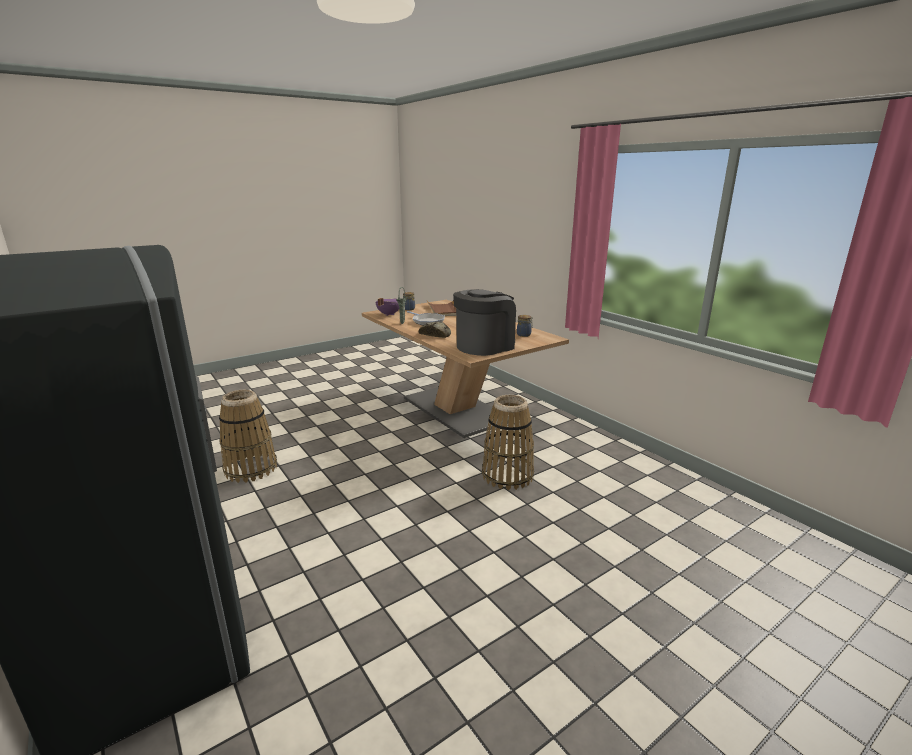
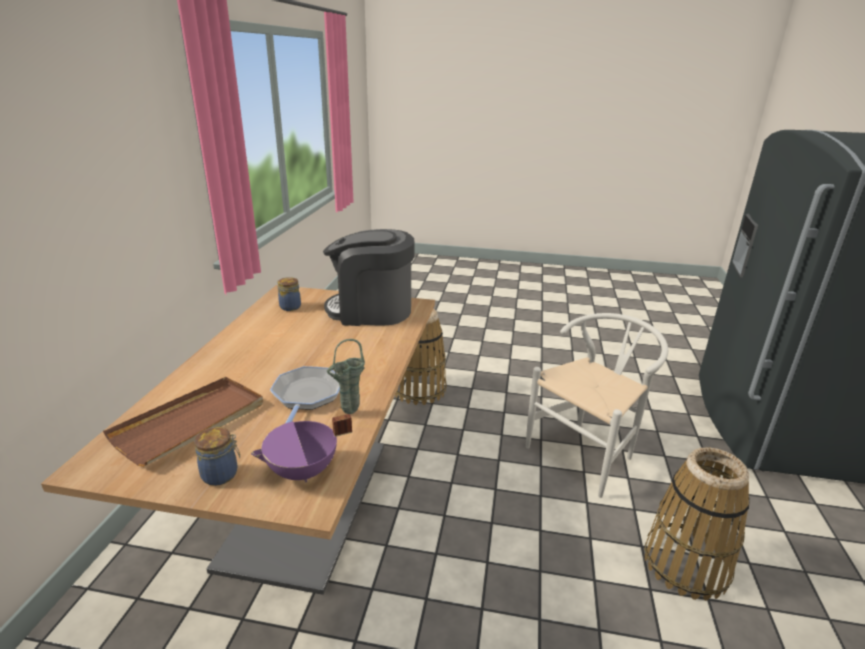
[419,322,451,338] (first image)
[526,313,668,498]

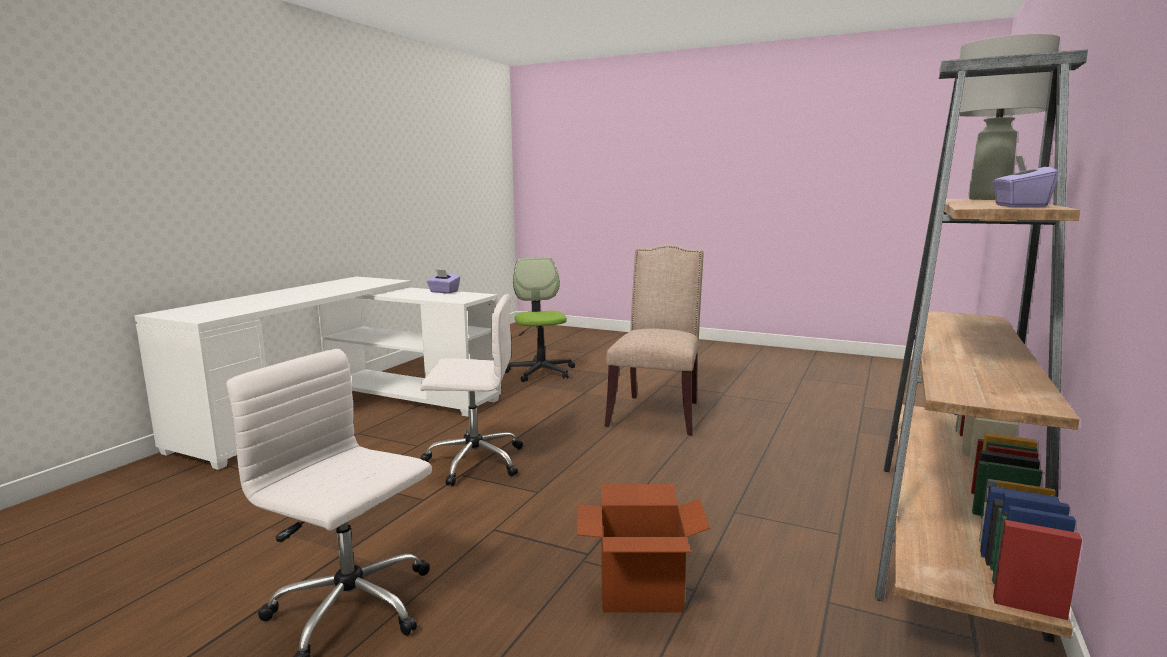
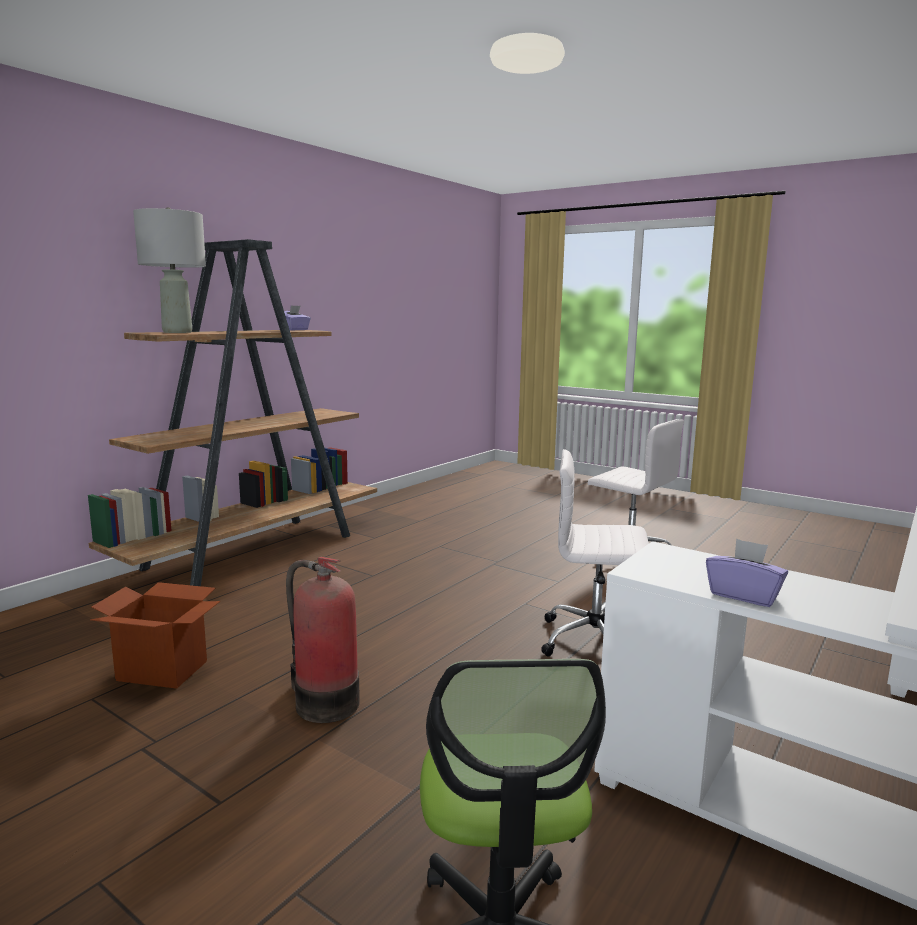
[286,557,360,723]
[90,582,220,689]

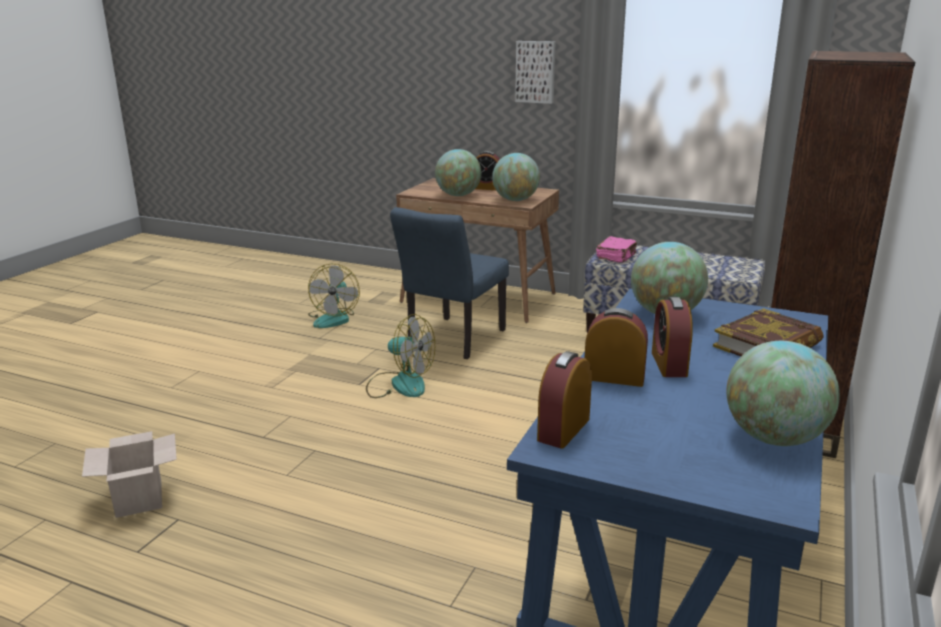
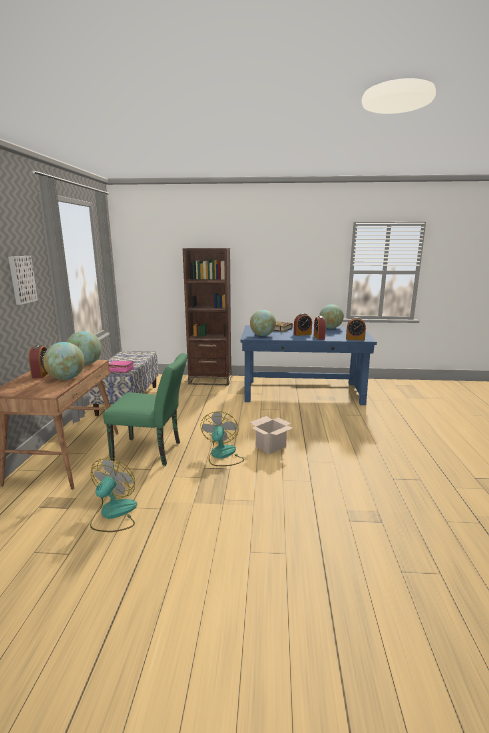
[103,353,187,466]
[90,458,137,532]
[249,416,293,454]

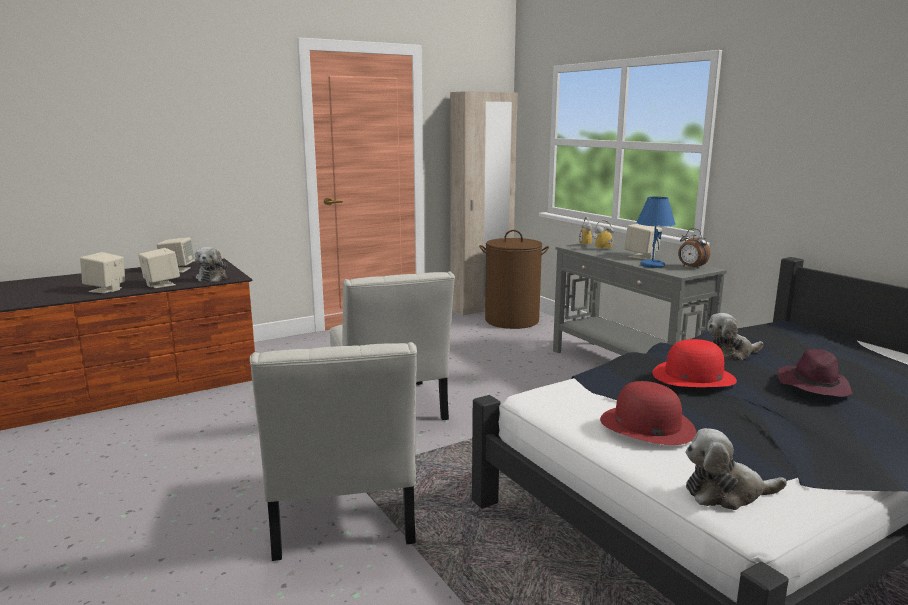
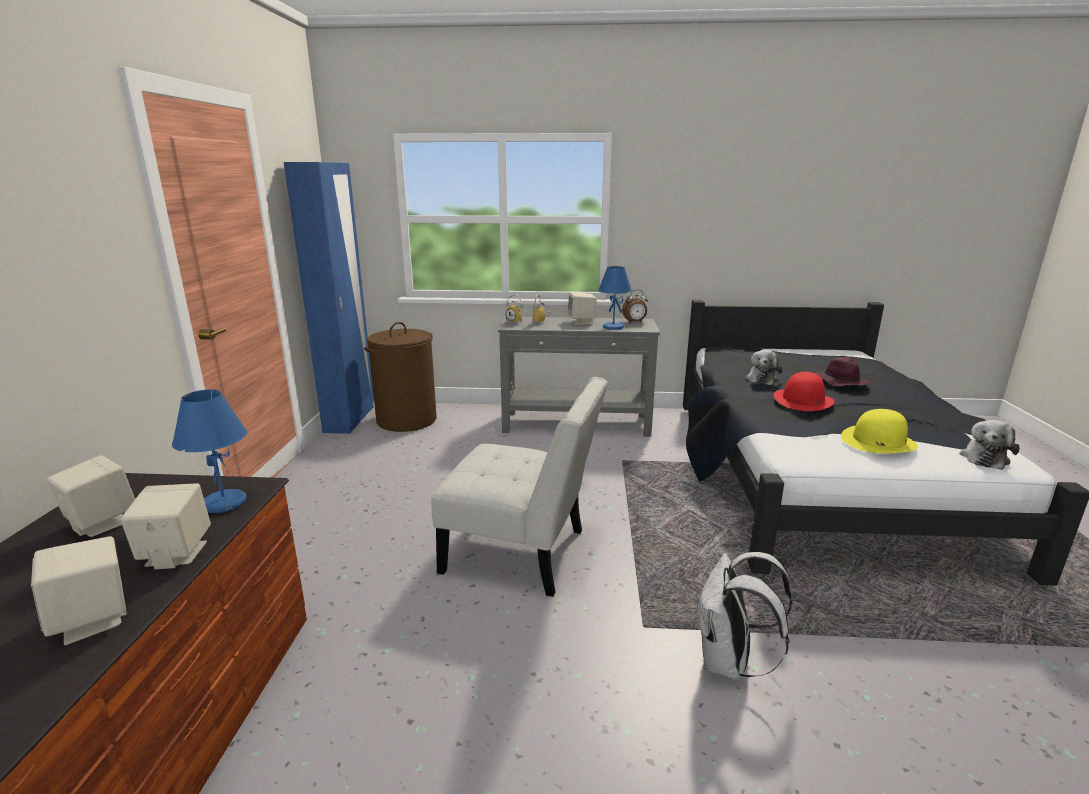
[284,162,374,434]
[172,390,247,513]
[696,552,792,680]
[841,409,918,453]

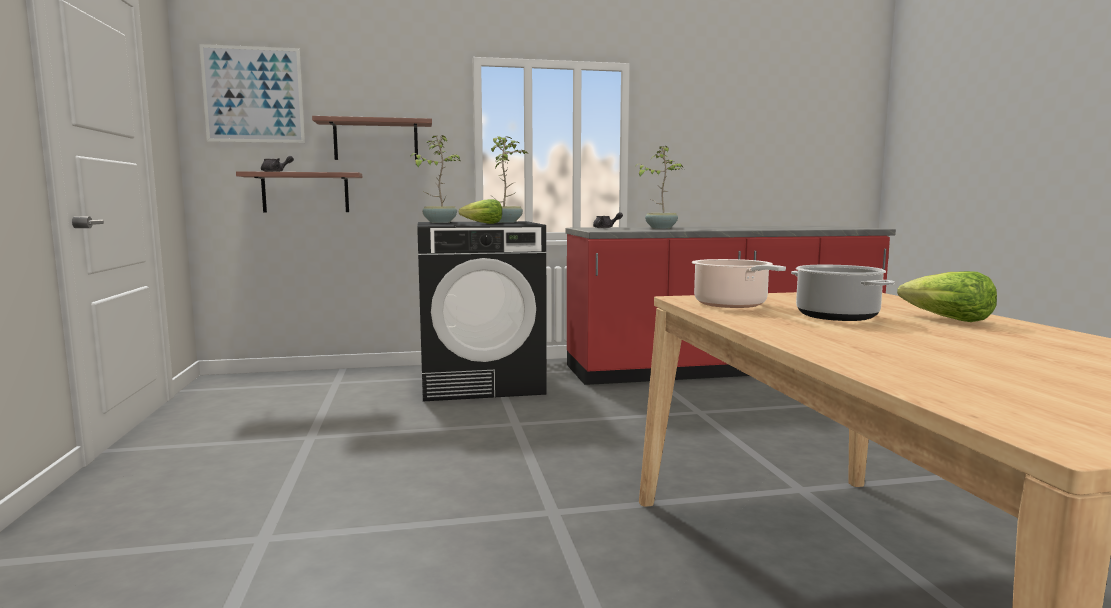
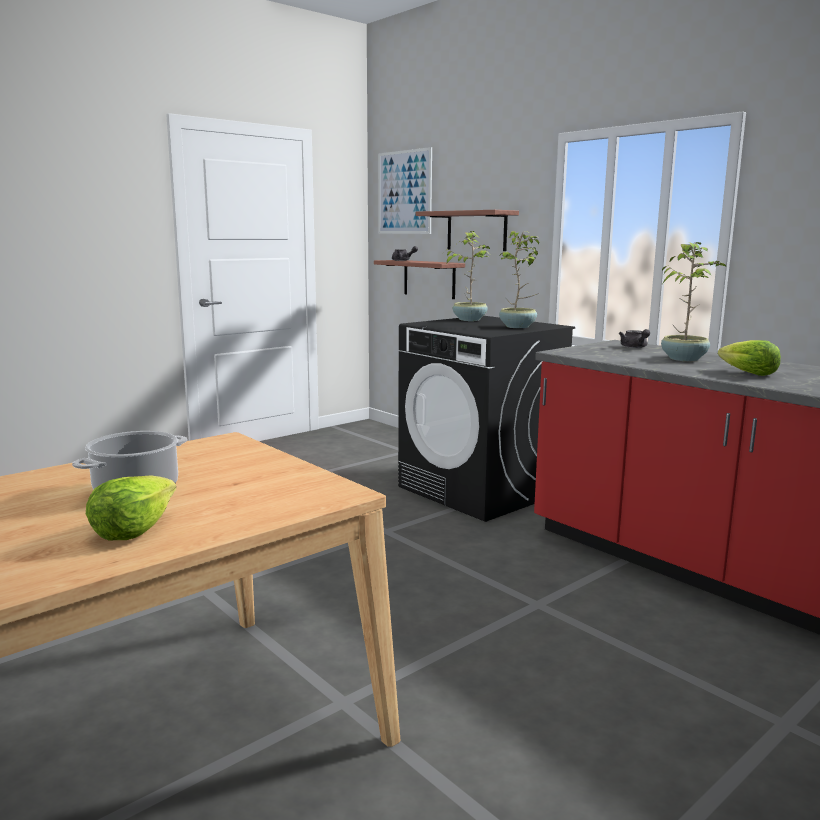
[718,340,781,376]
[692,259,786,308] (first image)

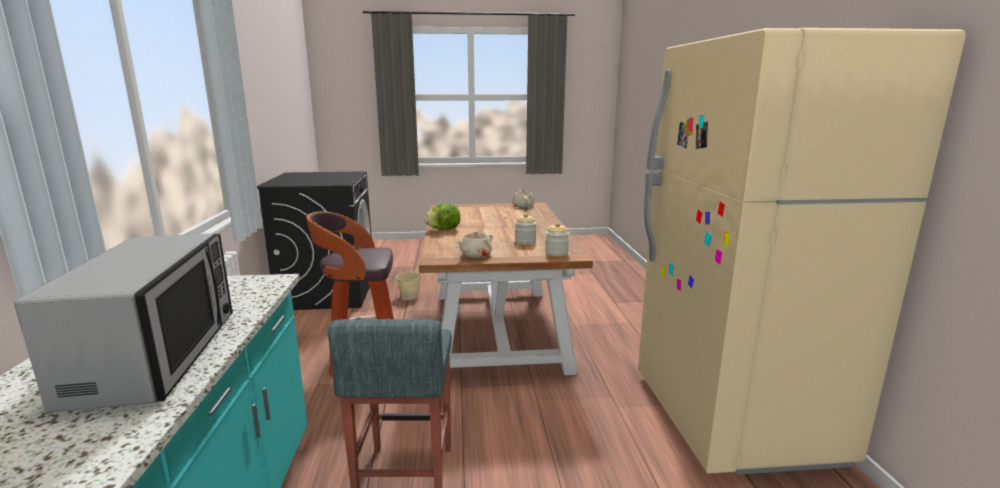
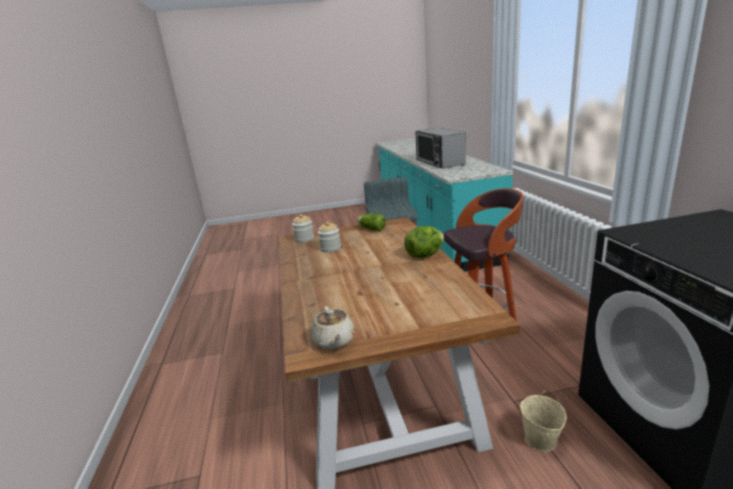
[638,28,966,475] (first image)
[357,213,386,231]

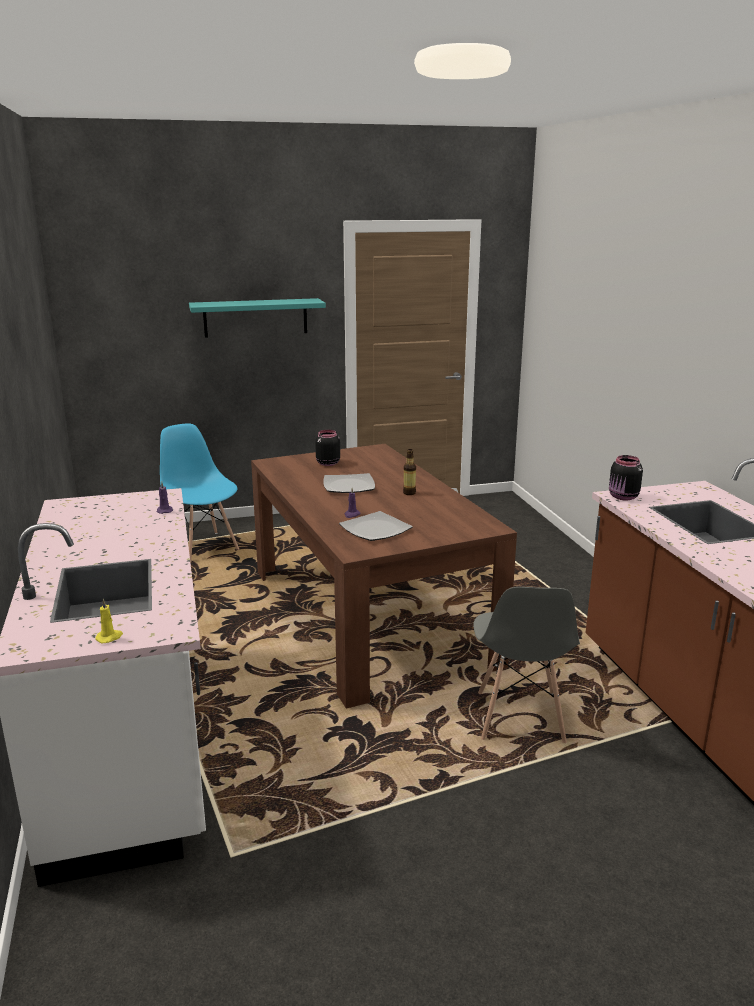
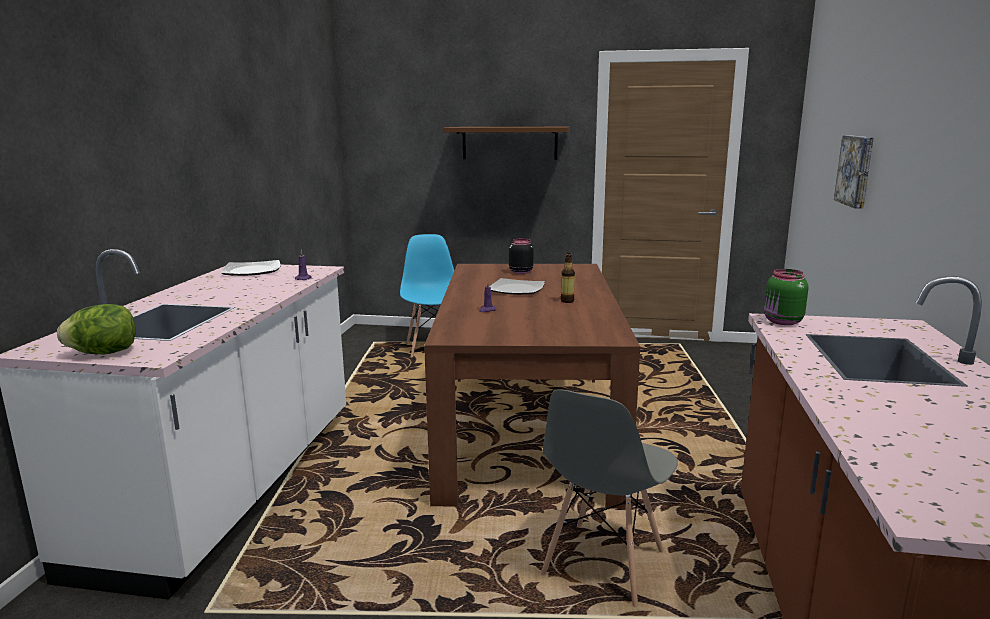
[443,127,570,160]
[764,269,809,325]
[222,260,280,276]
[57,304,136,355]
[834,135,874,209]

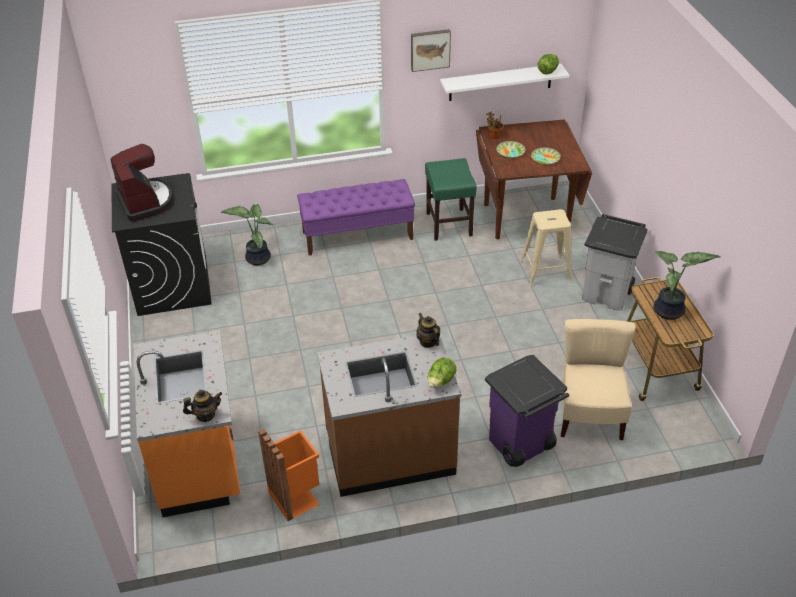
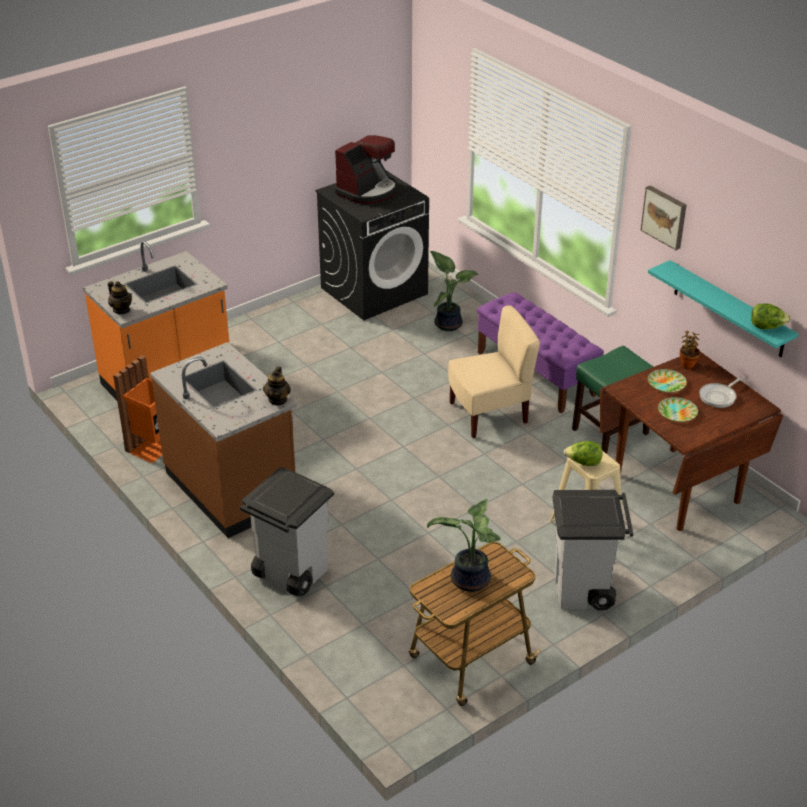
[648,260,798,357]
[263,366,291,405]
[448,305,540,438]
[239,467,334,597]
[564,441,603,466]
[699,377,742,408]

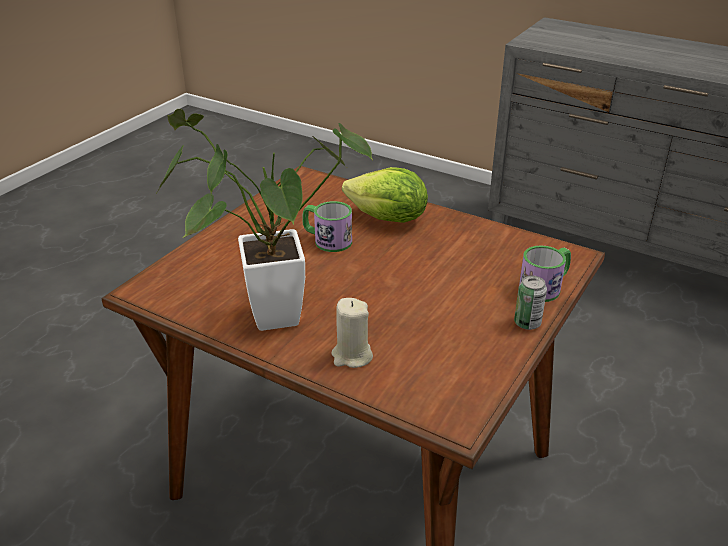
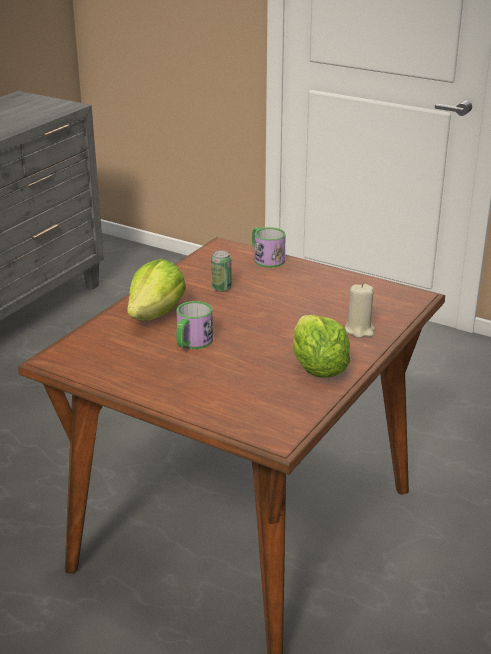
[292,315,351,378]
[211,250,232,292]

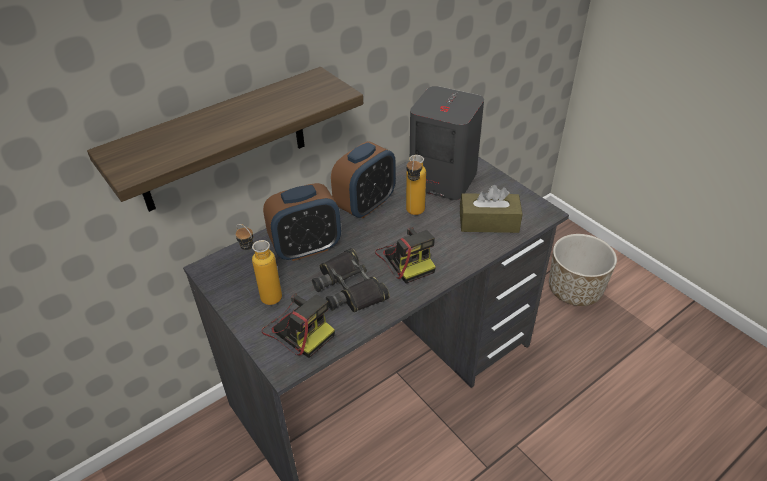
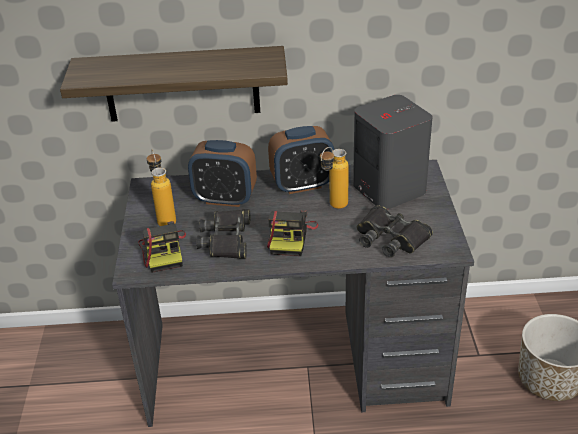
[357,205,433,258]

